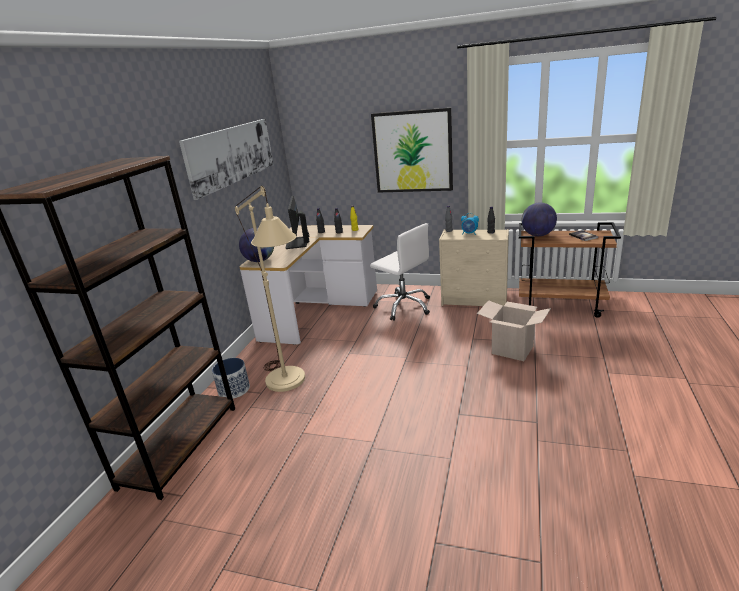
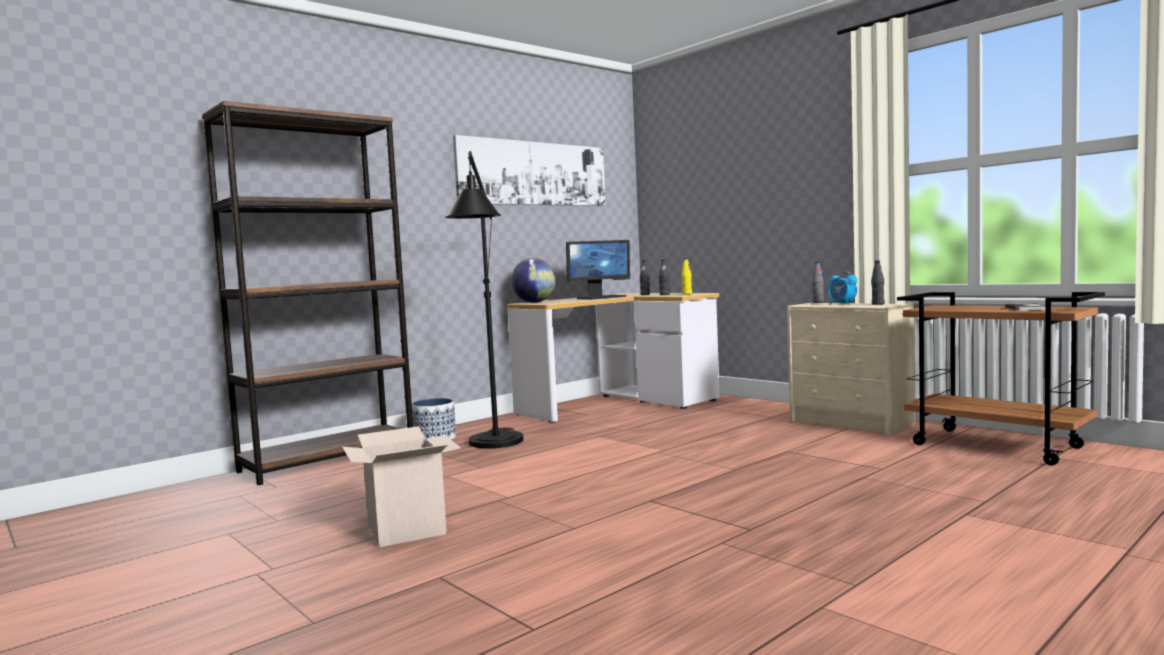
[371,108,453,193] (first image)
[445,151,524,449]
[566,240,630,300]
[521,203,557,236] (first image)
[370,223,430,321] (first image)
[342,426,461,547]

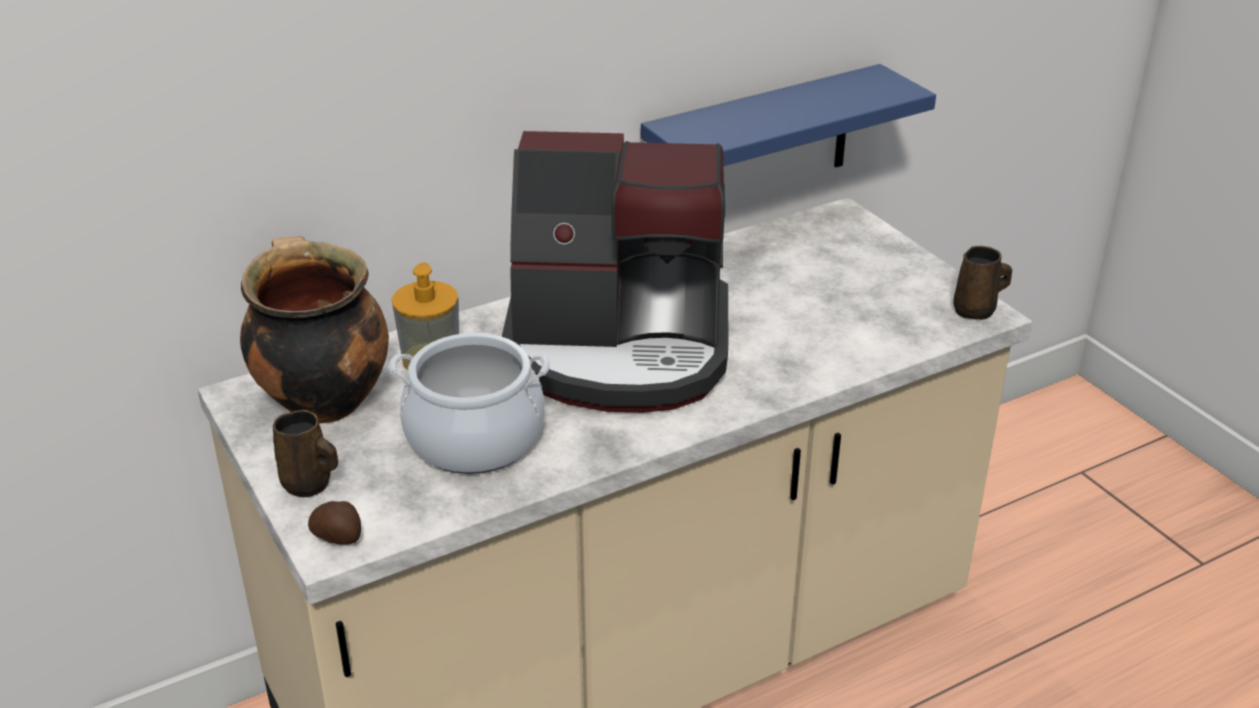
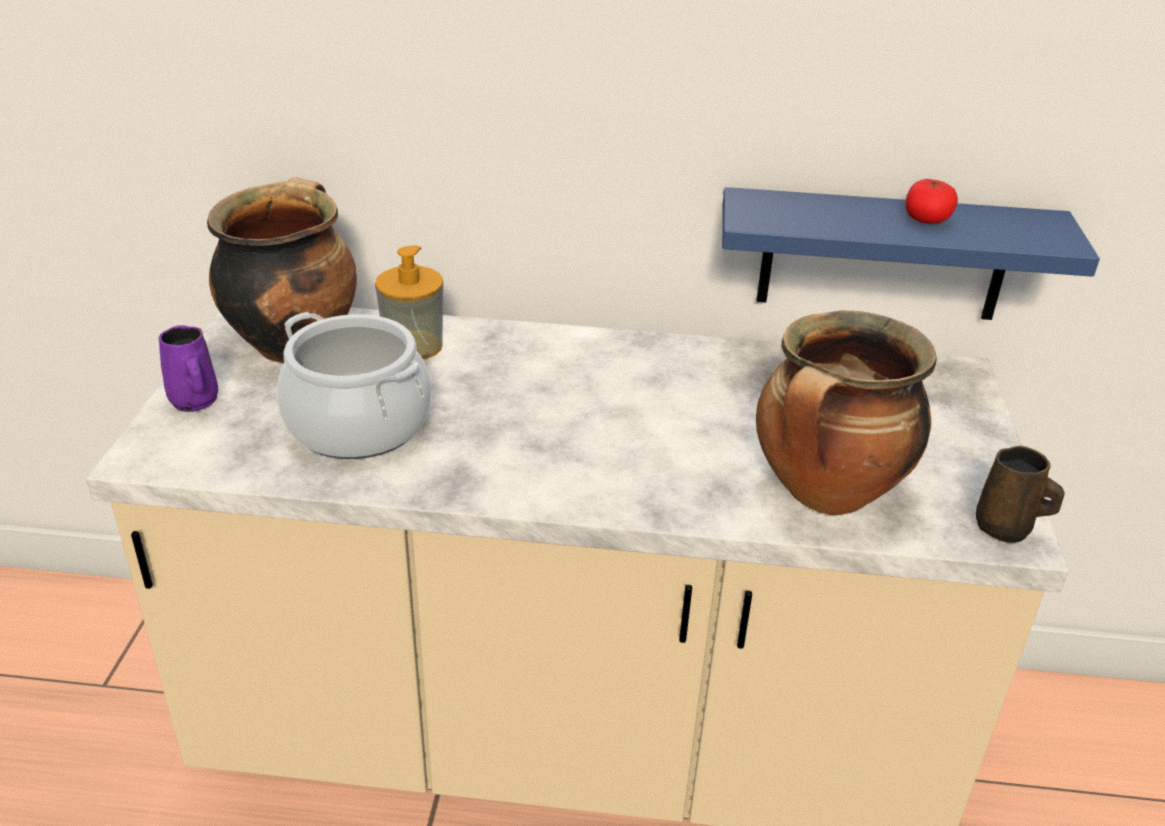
[502,131,729,413] (first image)
[159,325,218,412]
[308,501,361,545] (first image)
[905,179,958,224]
[756,310,937,515]

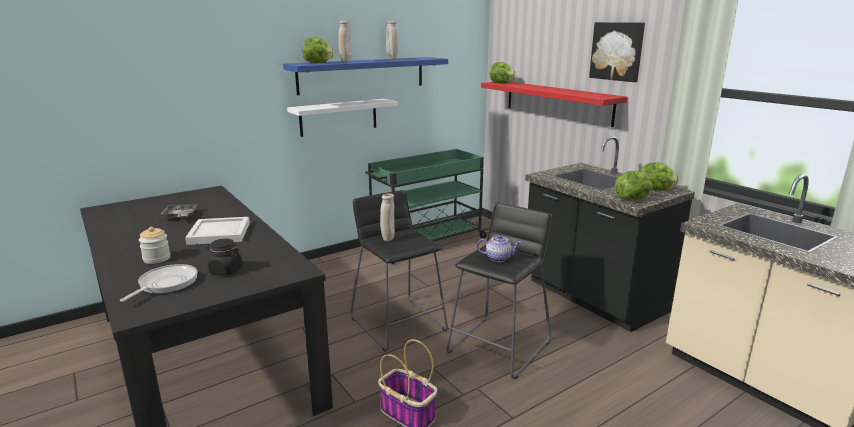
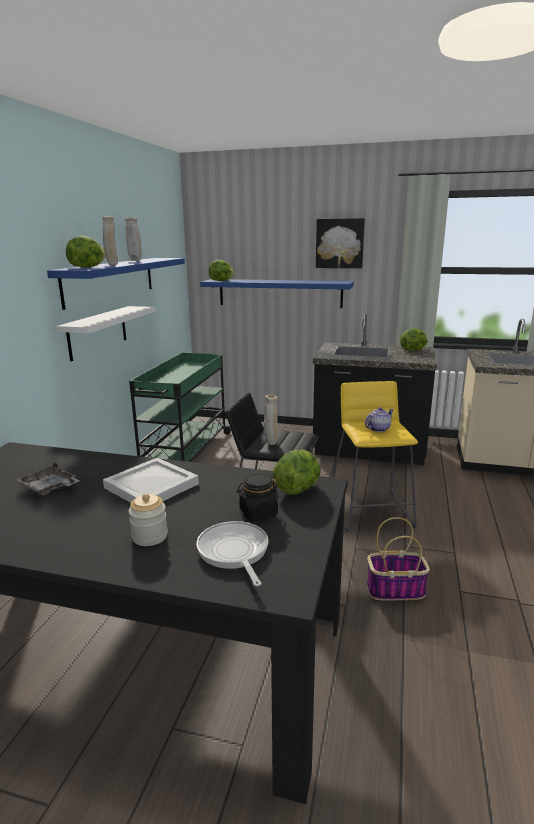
[200,279,354,308]
[273,449,321,495]
[332,381,418,532]

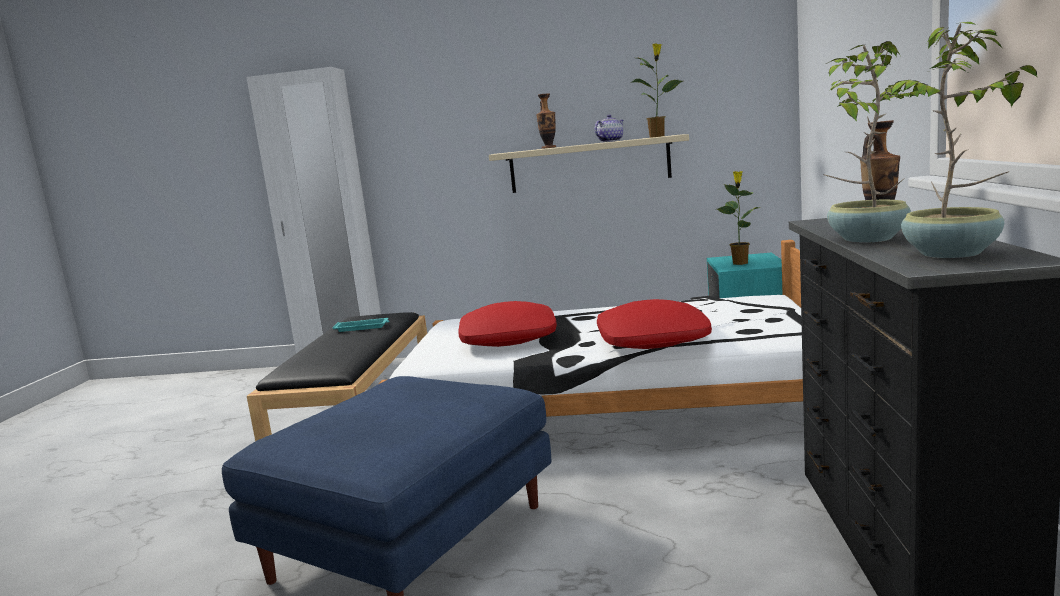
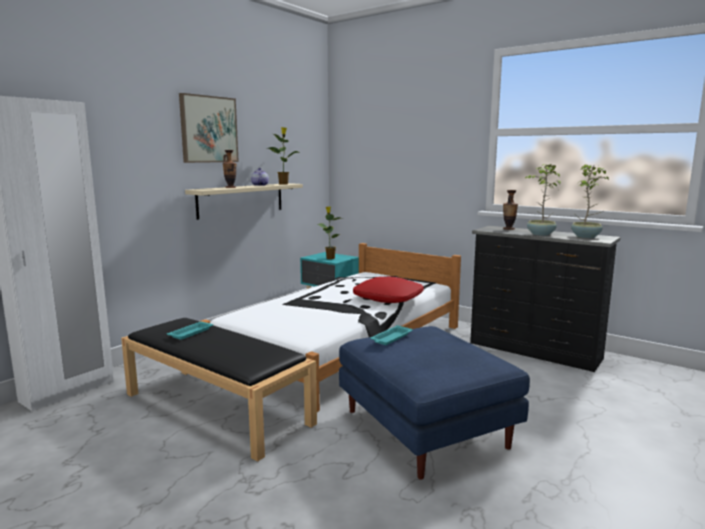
[458,301,557,347] (first image)
[179,93,239,163]
[370,325,413,345]

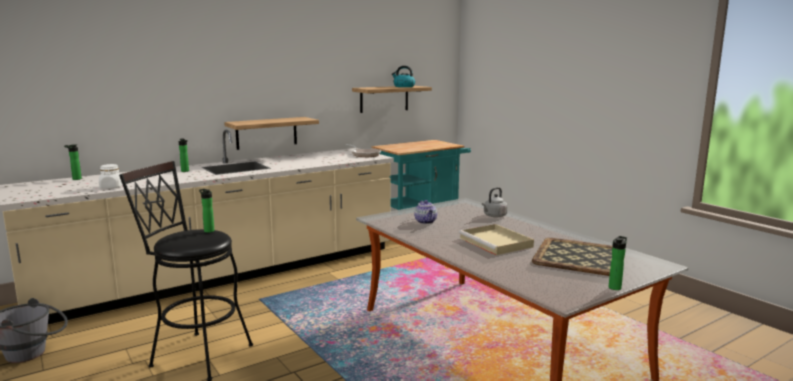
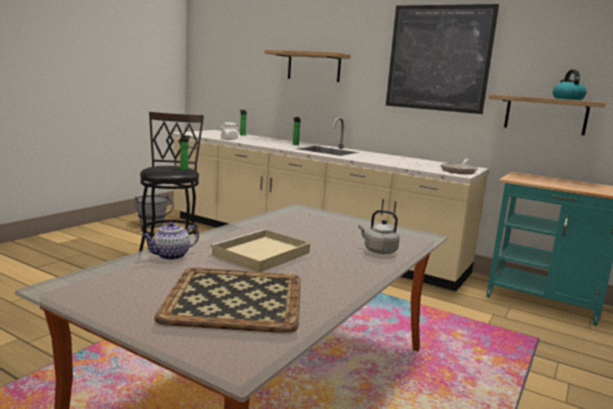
[265,50,350,82]
[142,222,199,260]
[609,236,627,290] (first image)
[386,4,499,114]

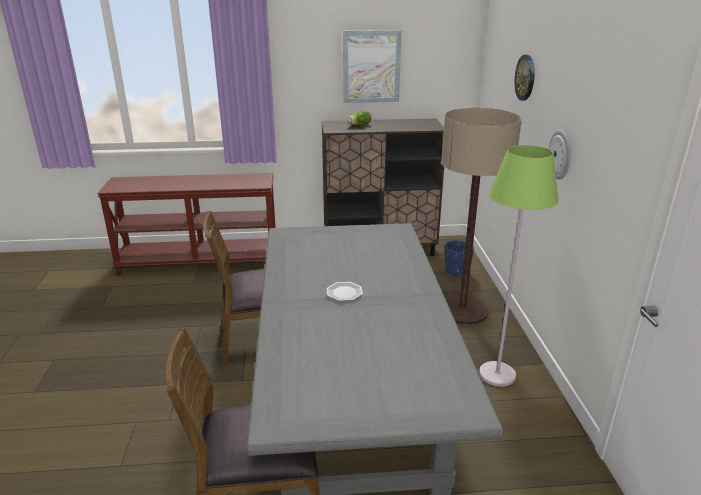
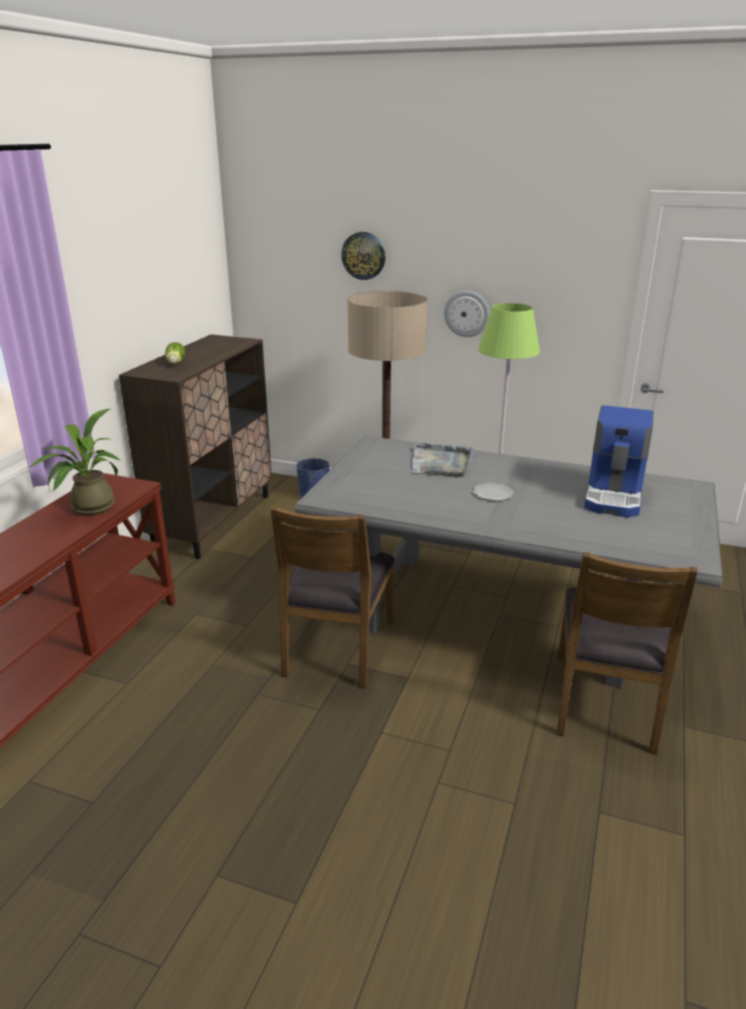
[343,30,402,103] (first image)
[584,405,653,517]
[28,409,121,515]
[413,442,474,477]

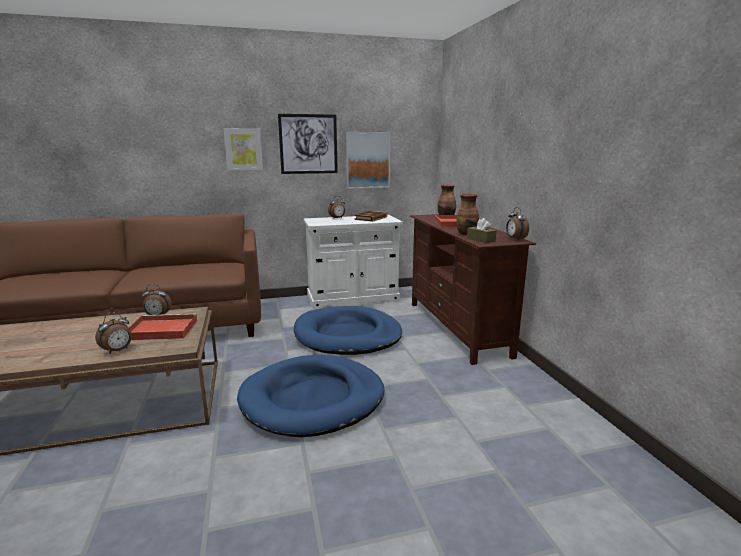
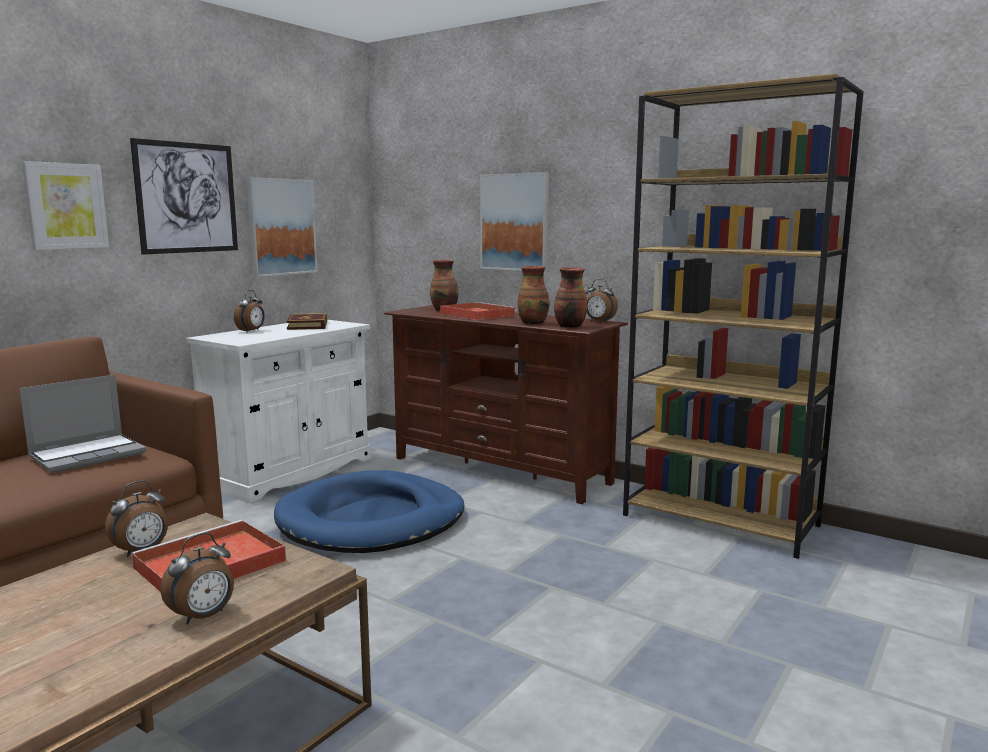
[554,267,587,328]
[160,533,234,625]
[237,355,385,437] (first image)
[623,74,864,559]
[480,172,549,272]
[19,375,146,473]

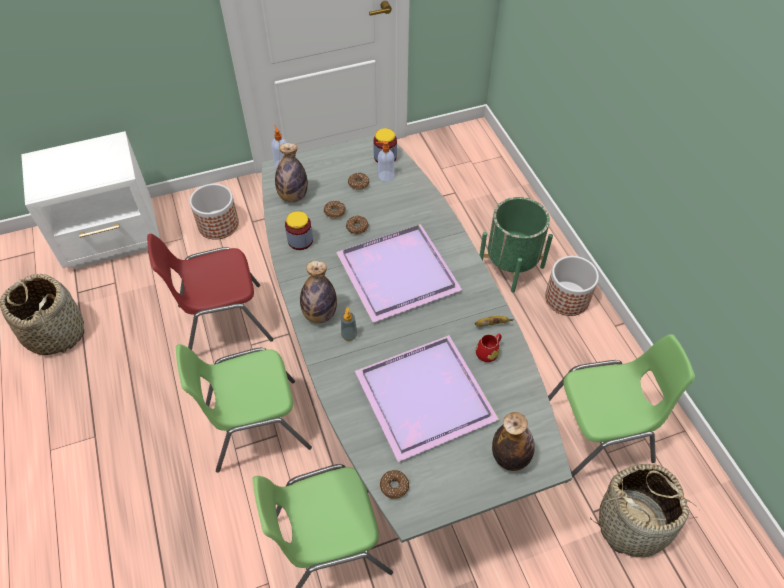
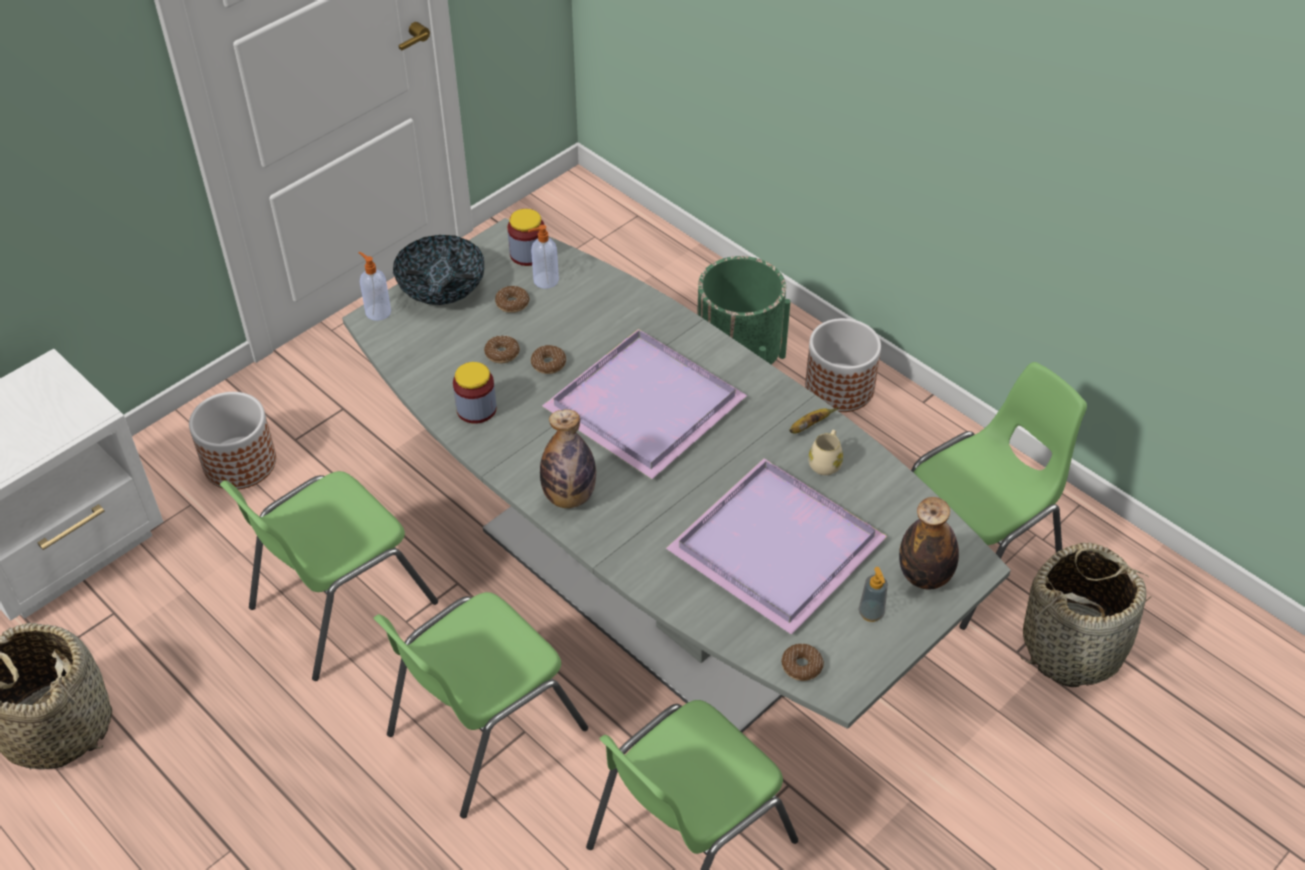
[275,143,308,203] (first image)
[220,471,438,681]
[858,567,888,622]
[808,430,843,475]
[393,235,484,305]

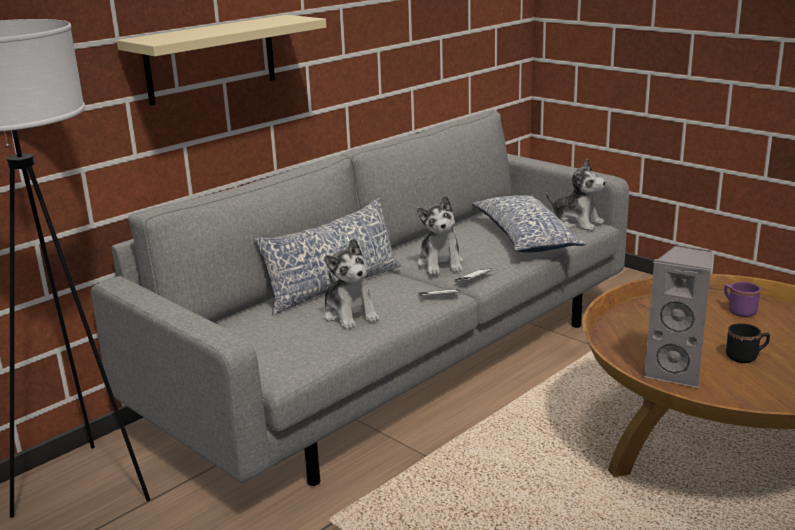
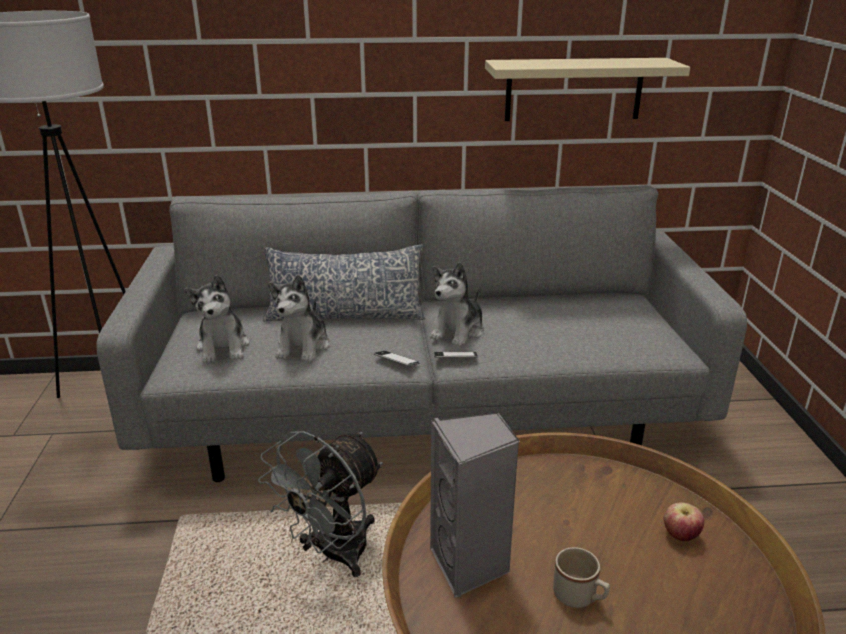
[485,58,690,121]
[185,275,250,363]
[472,195,586,252] (first image)
[664,502,704,541]
[553,547,610,608]
[258,431,383,577]

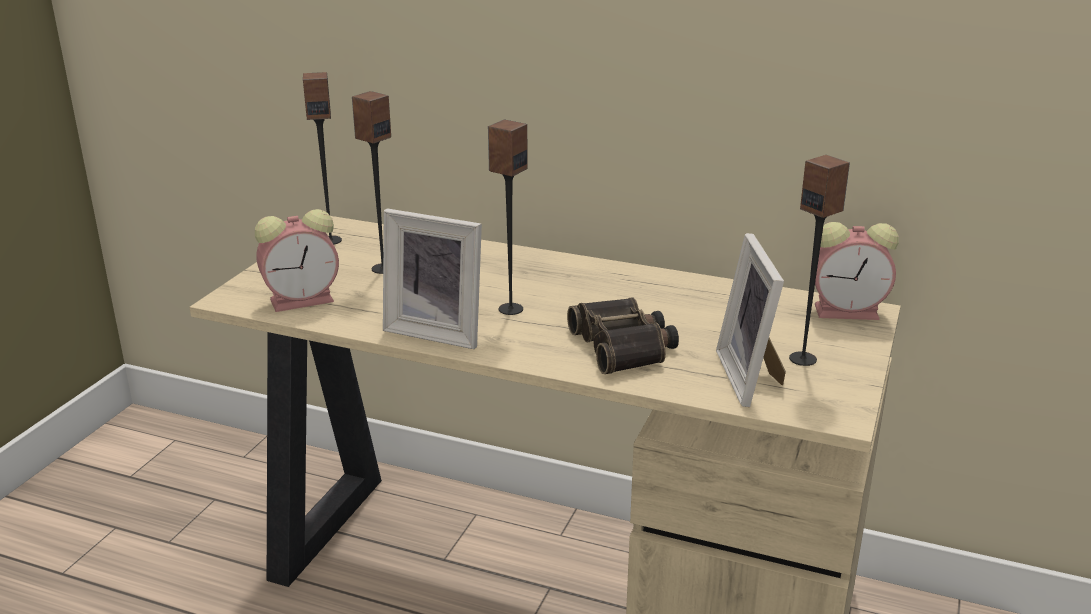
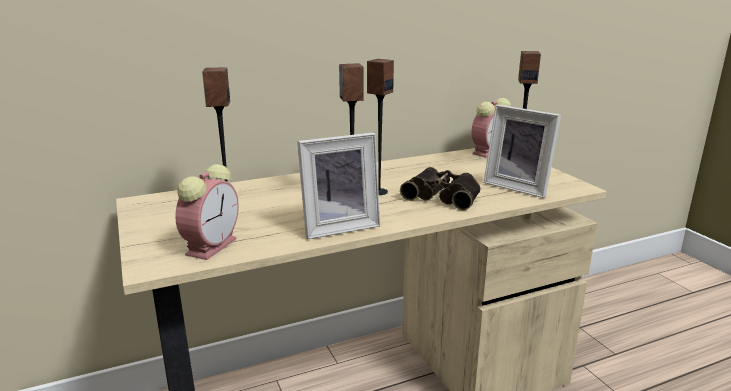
[367,59,394,195]

